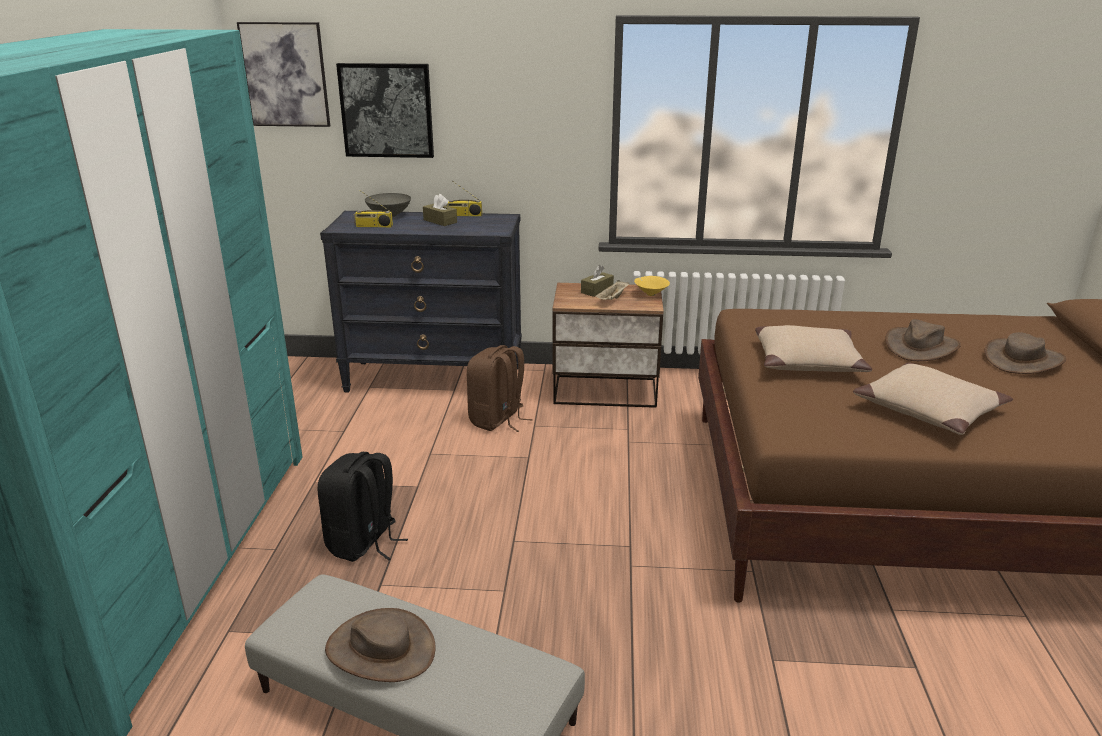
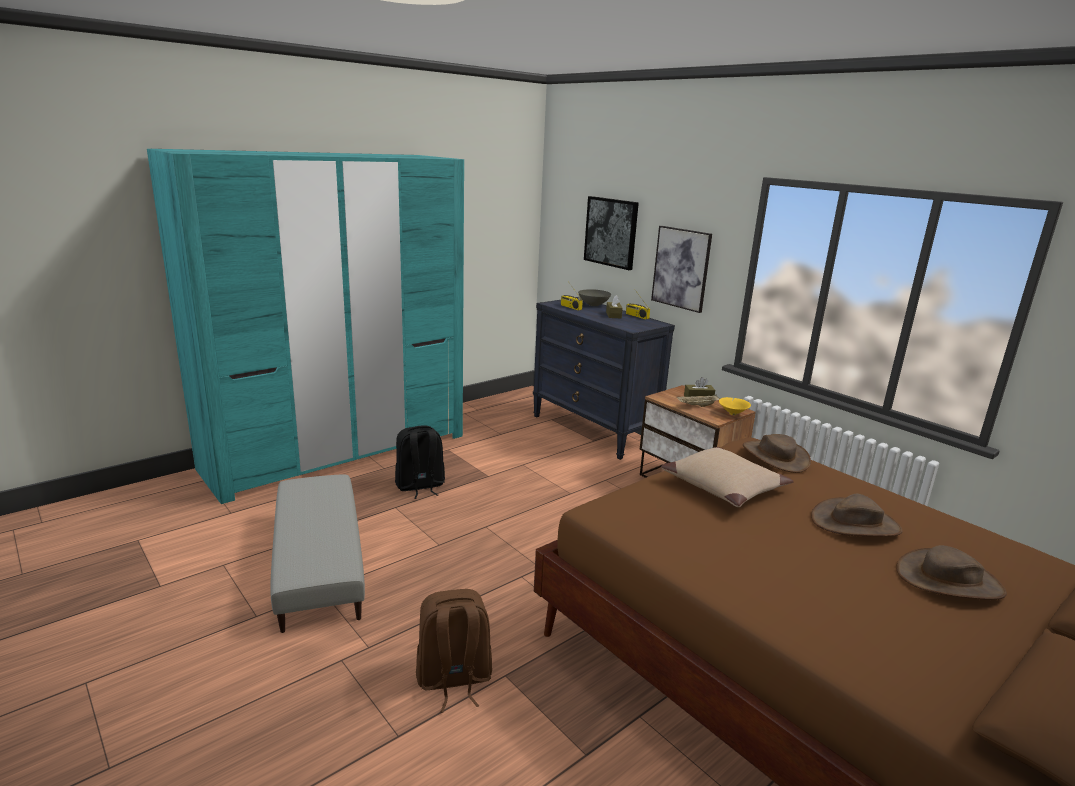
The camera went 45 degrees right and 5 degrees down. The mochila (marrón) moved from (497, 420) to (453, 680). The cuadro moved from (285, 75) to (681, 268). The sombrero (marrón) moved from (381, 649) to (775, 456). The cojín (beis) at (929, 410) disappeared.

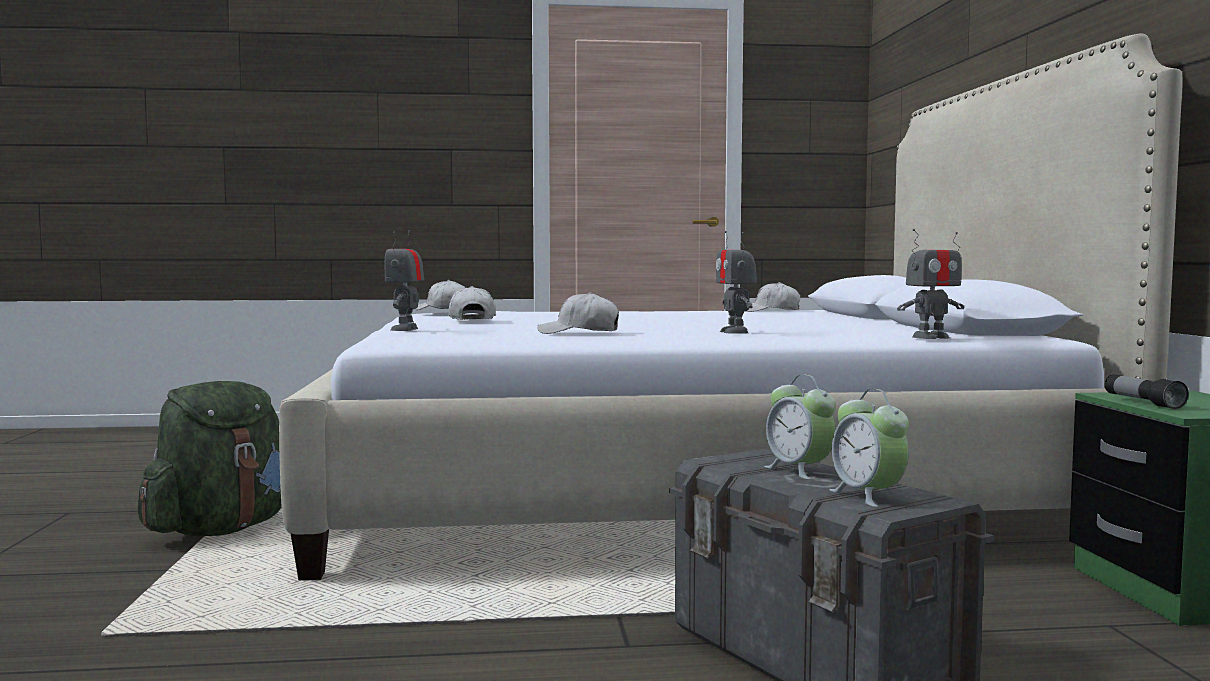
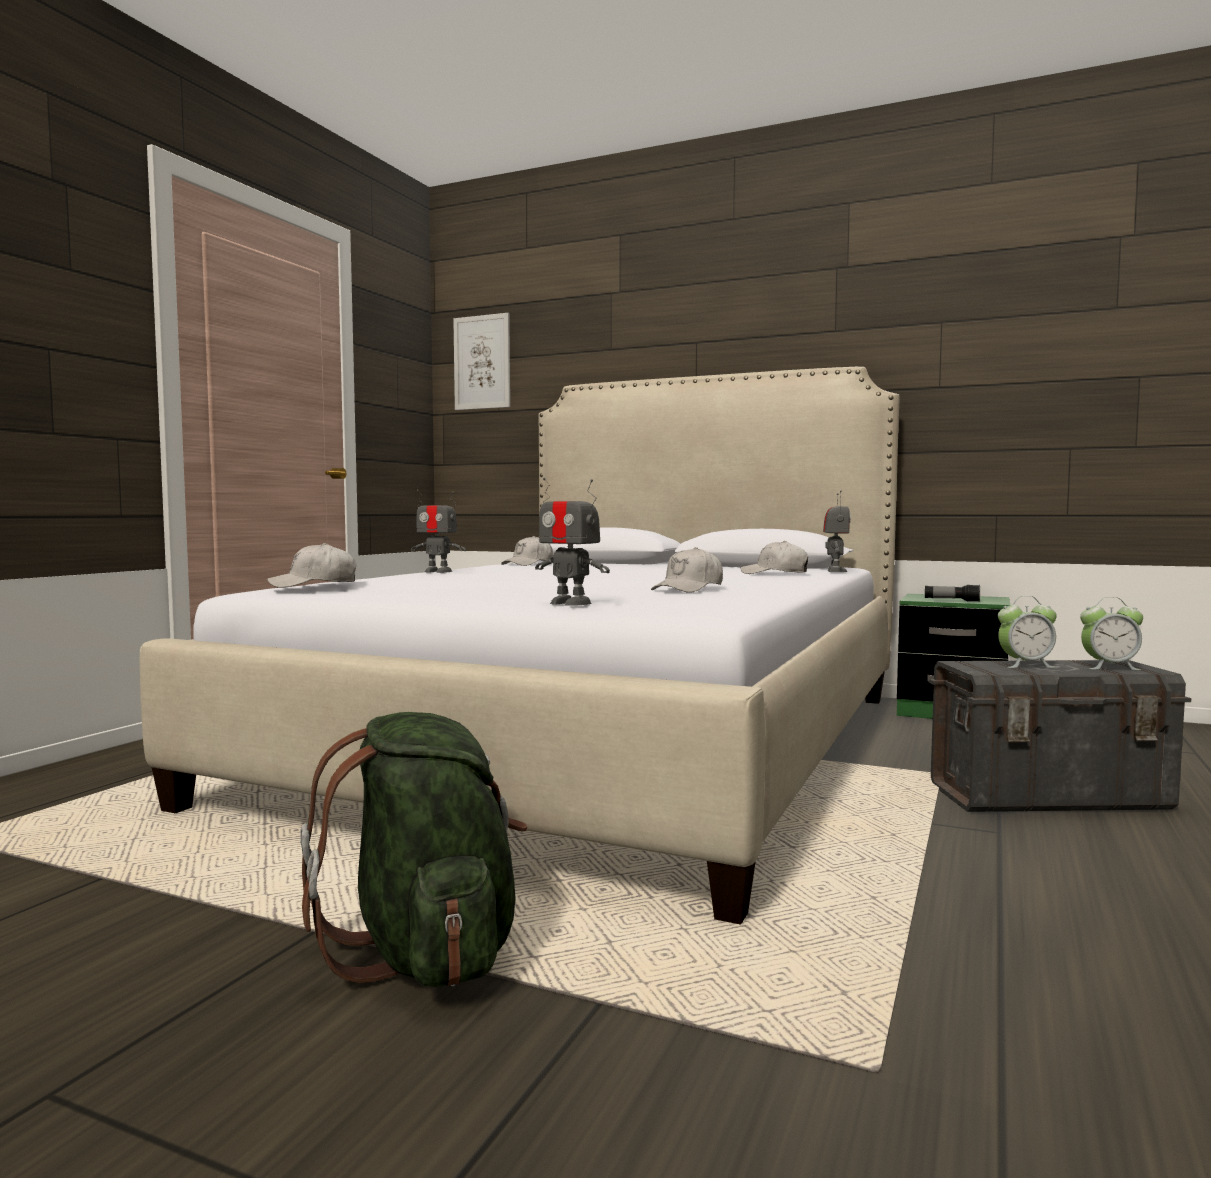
The camera went 60 degrees left and 0 degrees up. The robot de juguete moved from (734, 332) to (437, 571). The cuadro at (482, 362) appeared. The gorra (blanco) moved from (472, 320) to (775, 573).

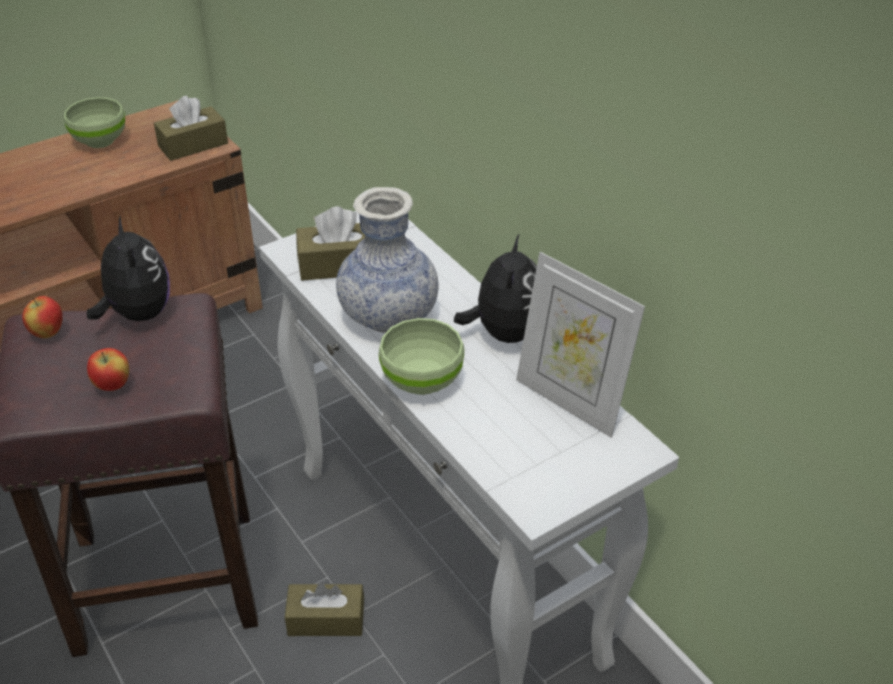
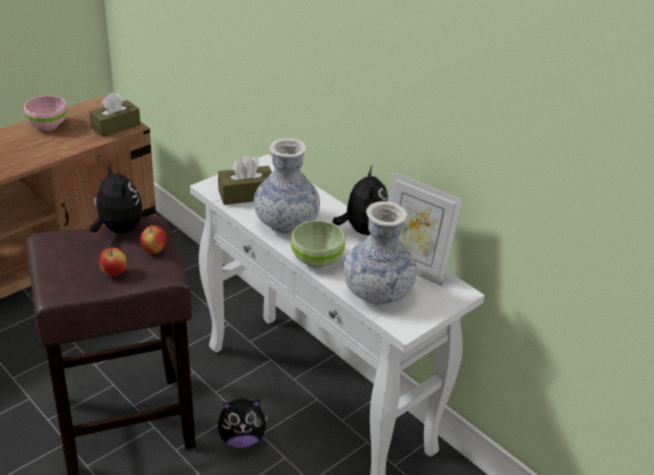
The camera went 10 degrees left and 5 degrees down. The cuenco (verde) at (99, 141) became the cuenco (rosa) at (48, 126). The manzana moved from (48, 333) to (154, 250). The caja de pañuelos (marrón) at (326, 619) was replaced by the peluche at (242, 439). The florero at (377, 292) appeared.

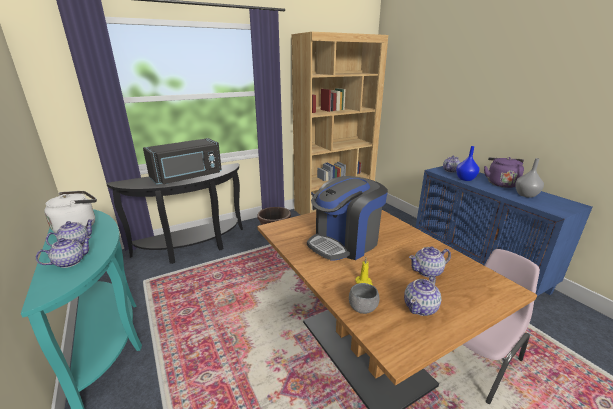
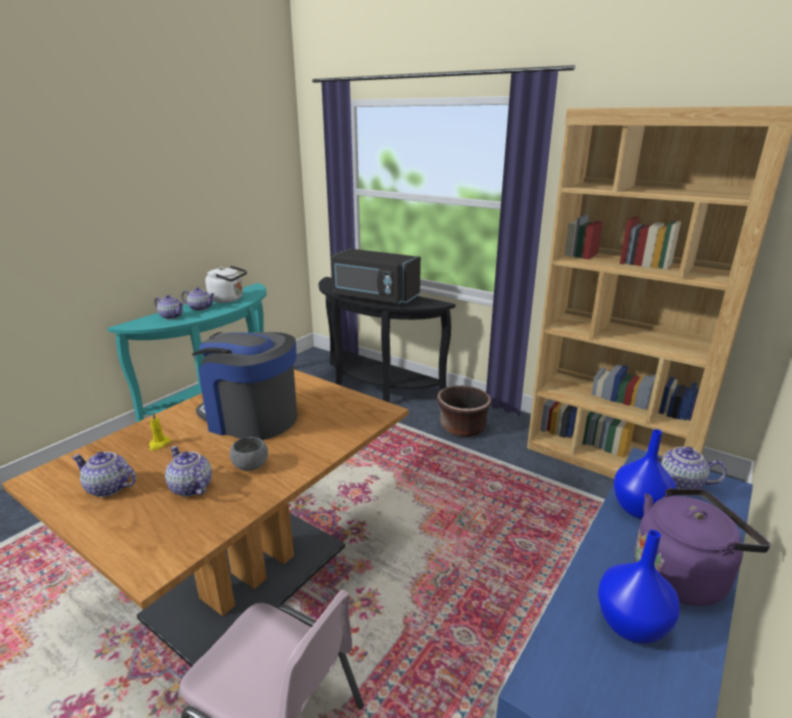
The camera went 65 degrees right and 0 degrees up. The cuenco (gris) moved from (362, 308) to (251, 466). The florero (gris) at (526, 195) became the florero (azul) at (632, 625).

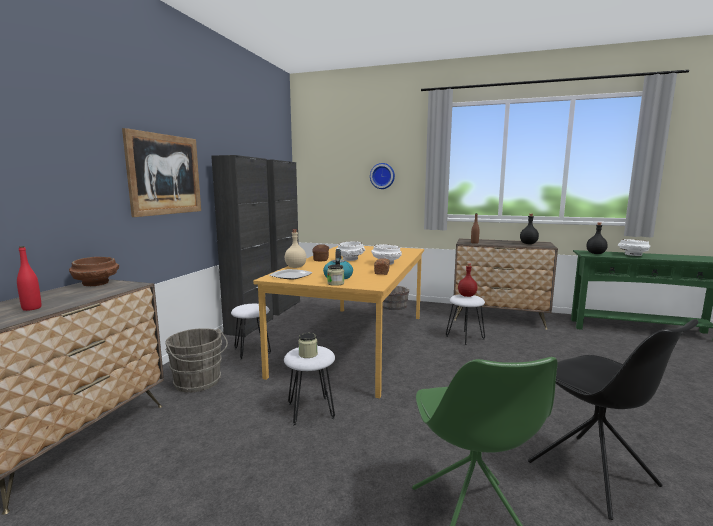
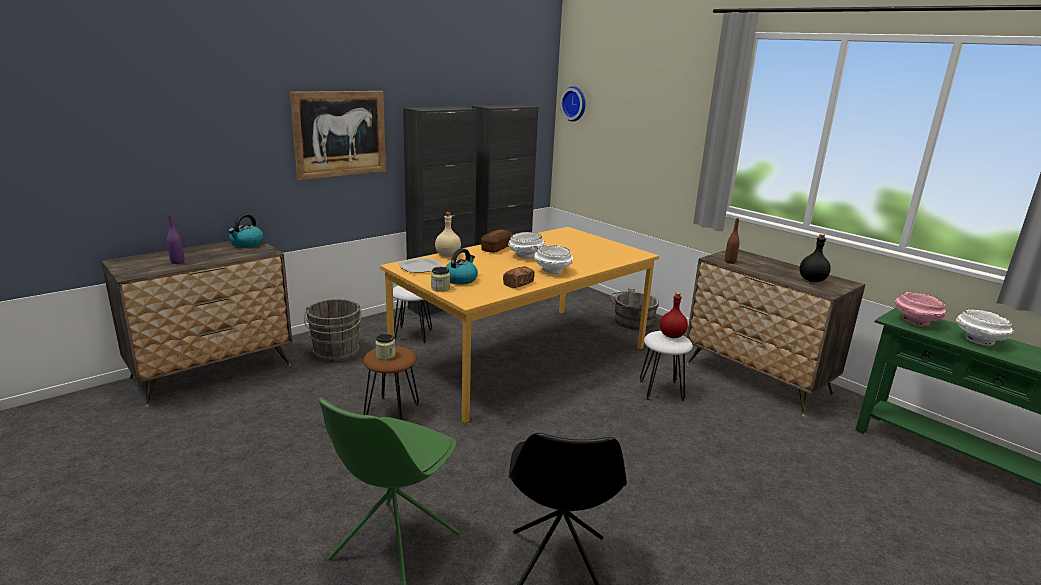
The camera went 30 degrees right and 10 degrees up. The botella (rojo) at (31, 308) became the botella (morado) at (177, 262). The cuenco (marrón) at (96, 283) was replaced by the hervidor at (247, 244). The taburete (blanco) at (310, 411) became the taburete (marrón) at (391, 411). The reloj de pared moved from (382, 176) to (575, 104). The botella (negro) at (595, 253) was replaced by the cuenco (rosa) at (915, 321).

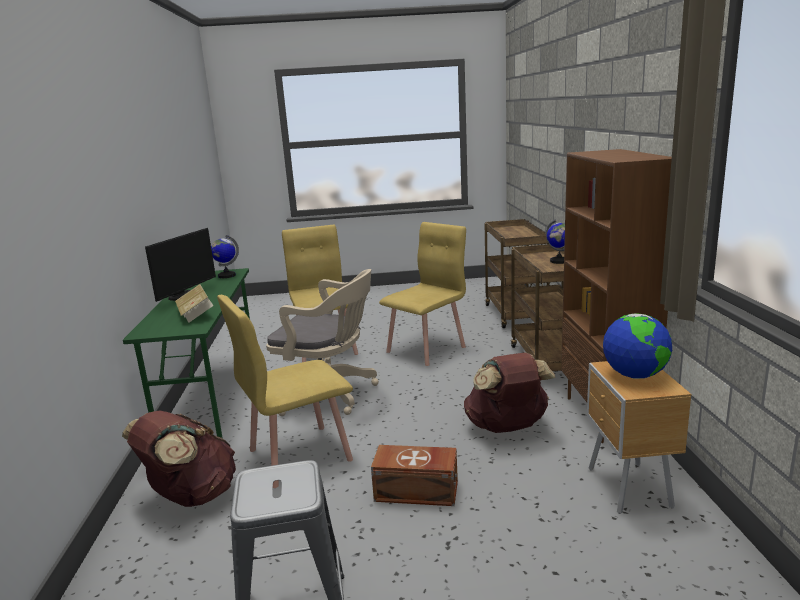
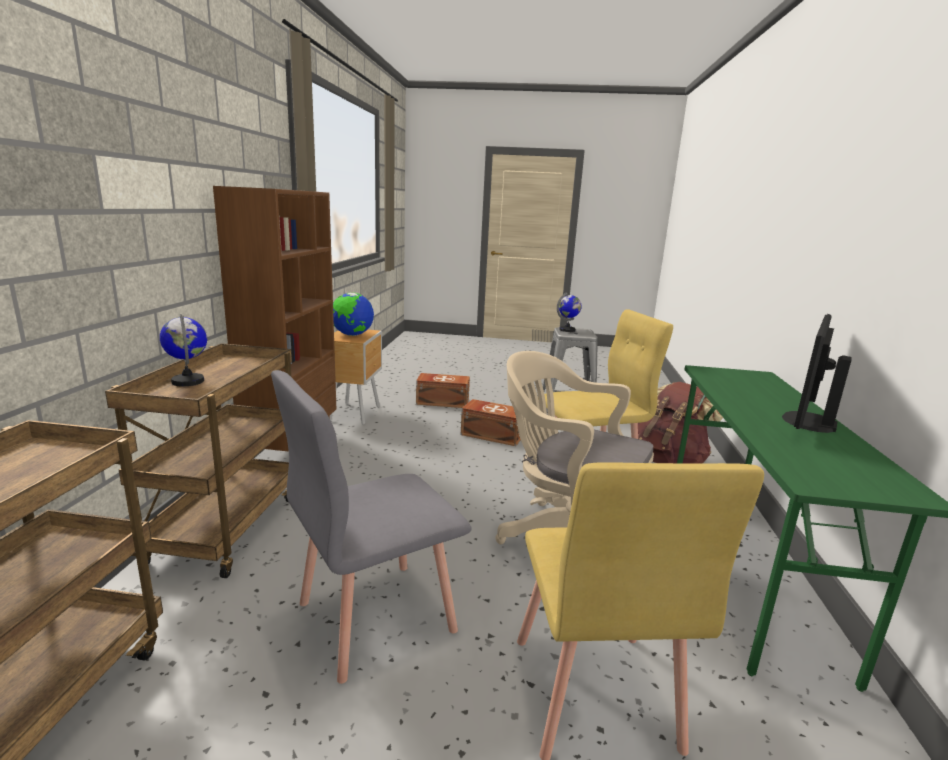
The camera went 170 degrees left and 0 degrees up. The silla (amarillo) at (427, 349) became the silla (gris) at (374, 616). The caja de almacenaje (marrón) at (442, 401) appeared. The globo terráqueo moved from (226, 276) to (567, 330). The libro at (195, 314) disappeared. The mochila (marrón) at (507, 428) disappeared.

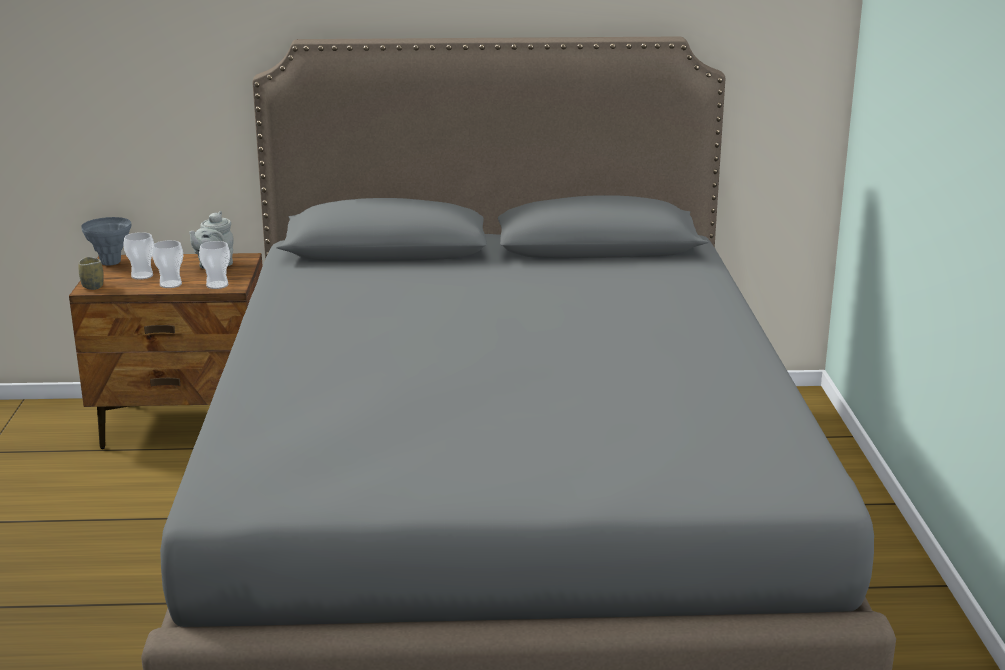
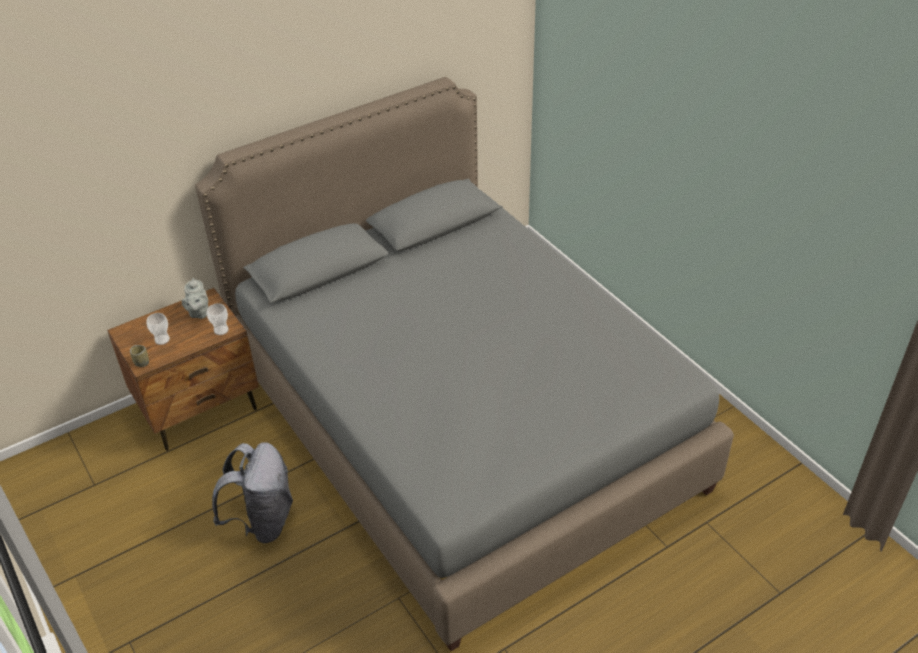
The camera went 30 degrees left and 20 degrees up. The mochila (gris) at (263, 521) appeared. The florero (gris) at (110, 263) disappeared. The taza at (170, 284) disappeared.

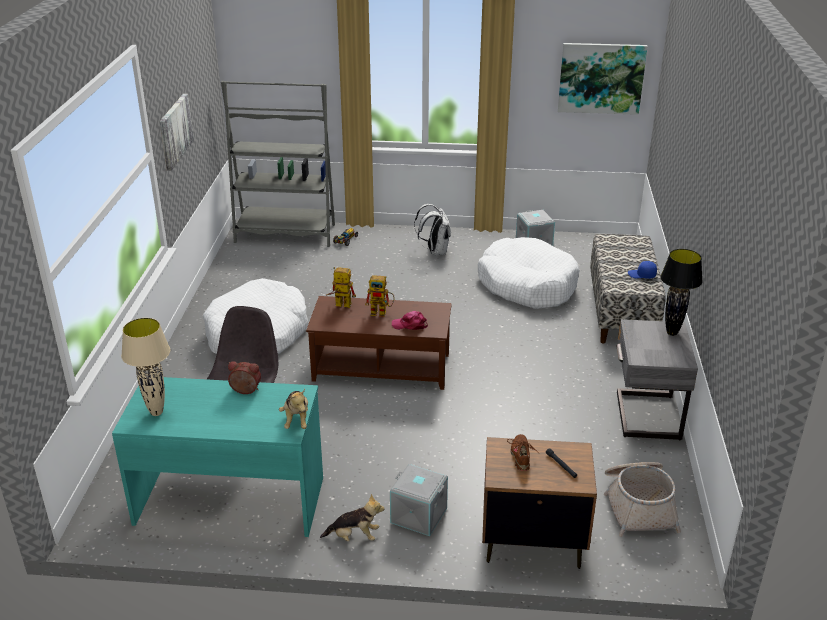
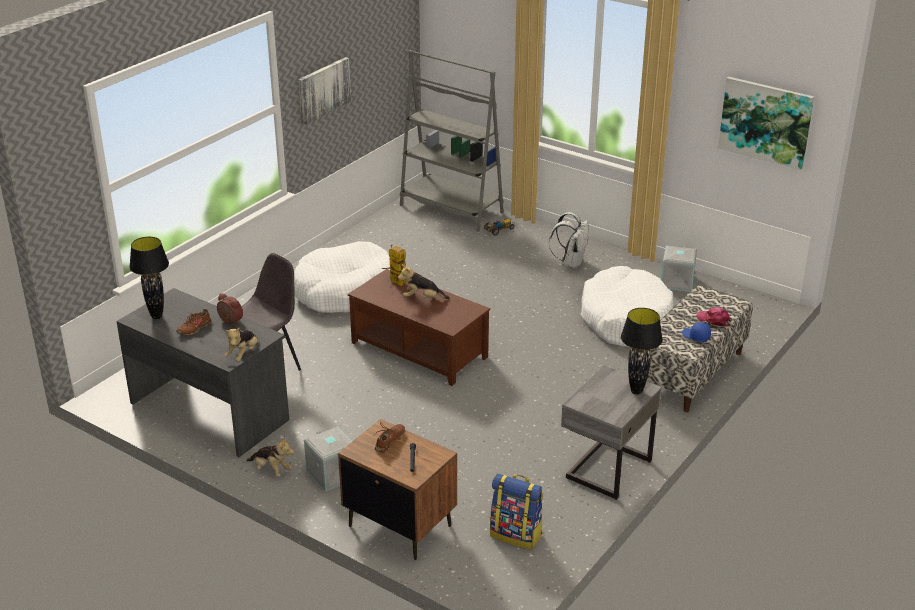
The camera went 30 degrees right and 0 degrees up. The escritorio (turquesa) at (230, 499) became the escritorio (gris) at (210, 410). The lámpara de mesa (beis) at (156, 412) became the lámpara de mesa (negro) at (157, 316). The zapato (marrón) at (194, 328) appeared. The robot de juguete at (382, 312) was replaced by the peluche at (422, 298). The cesta at (638, 505) was replaced by the mochila at (516, 534). The gorra (rosa) moved from (410, 325) to (714, 320).

